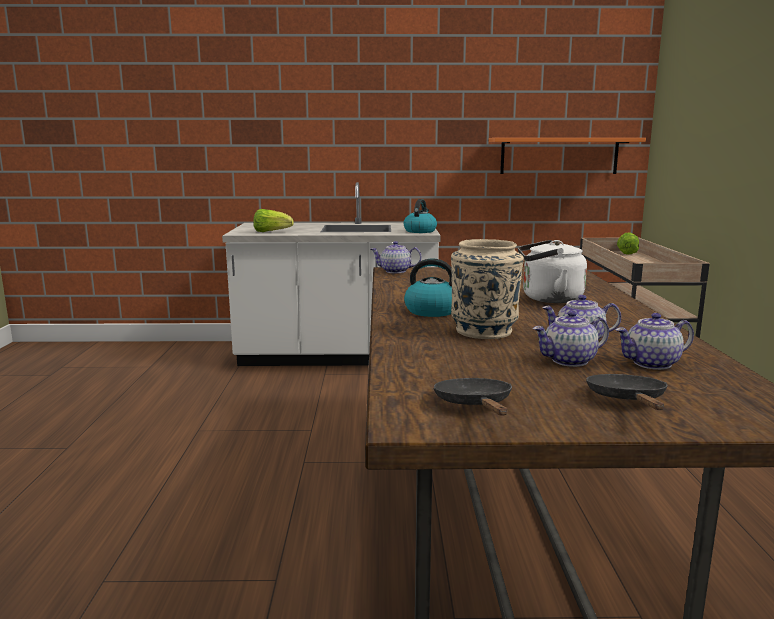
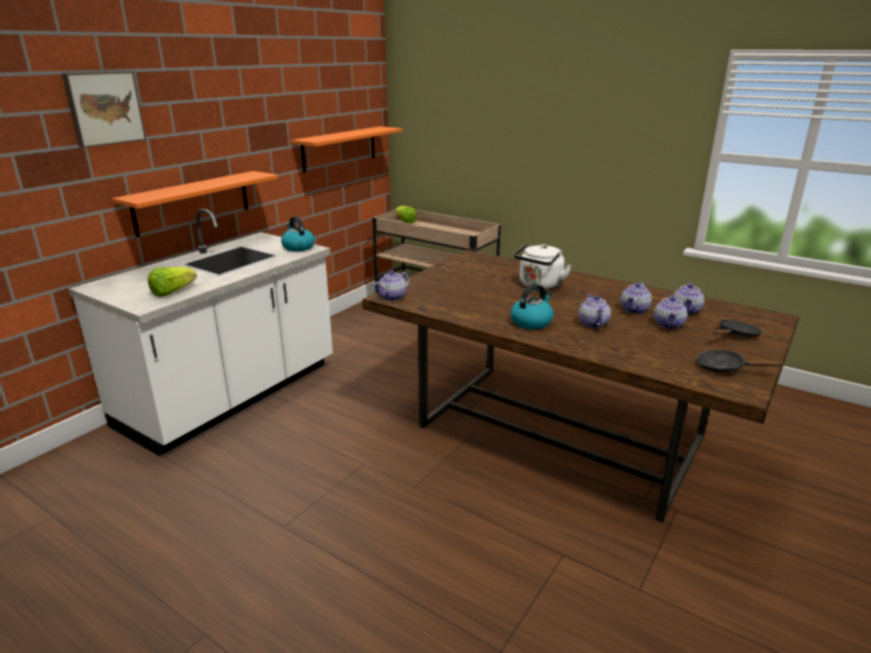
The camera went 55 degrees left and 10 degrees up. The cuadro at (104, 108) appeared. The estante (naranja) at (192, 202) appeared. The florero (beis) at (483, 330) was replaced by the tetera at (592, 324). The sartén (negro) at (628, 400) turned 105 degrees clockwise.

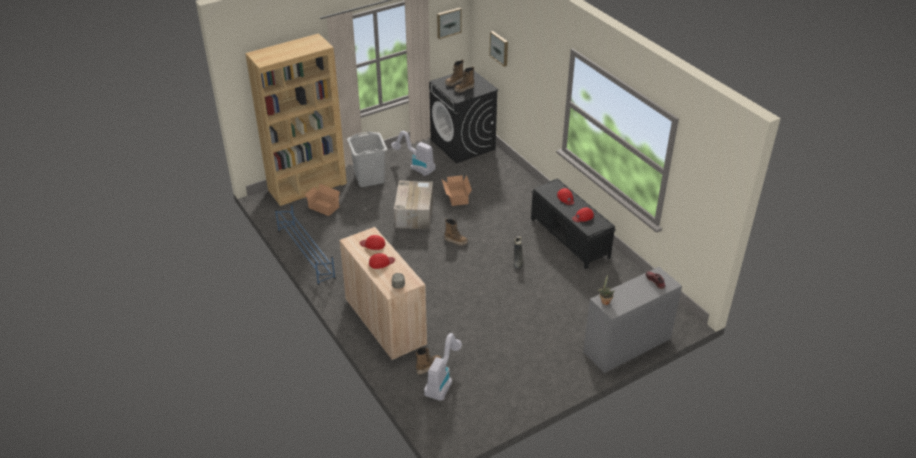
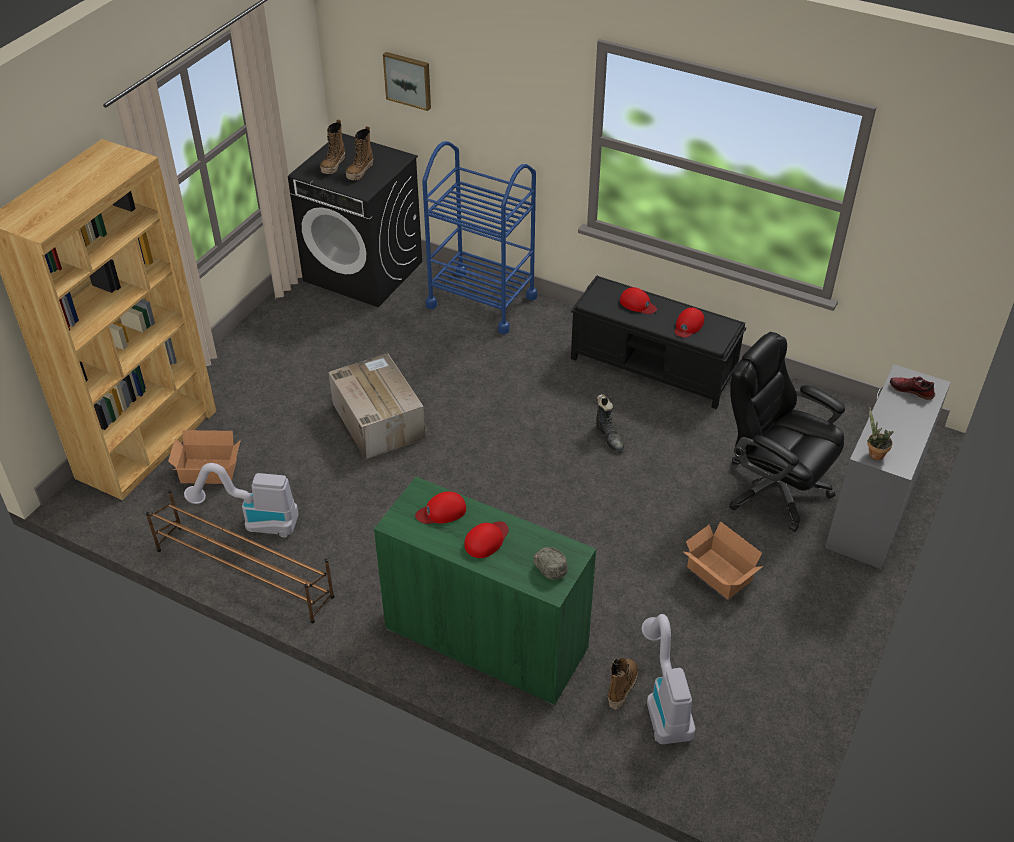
The camera went 30 degrees left and 5 degrees up. The zapatero (azul) at (306, 253) became the zapatero (marrón) at (243, 572). The aspiradora moved from (415, 166) to (253, 522). The armario (beis) at (385, 322) became the armario (verde) at (486, 639). The carrito (azul) at (481, 301) appeared. The caja de cartón moved from (456, 198) to (718, 576). The silla de oficina (negro) at (773, 488) appeared. The cesto de la ropa (gris) at (369, 178) disappeared. The cuadro at (448, 22) disappeared. The bota at (456, 241) disappeared.

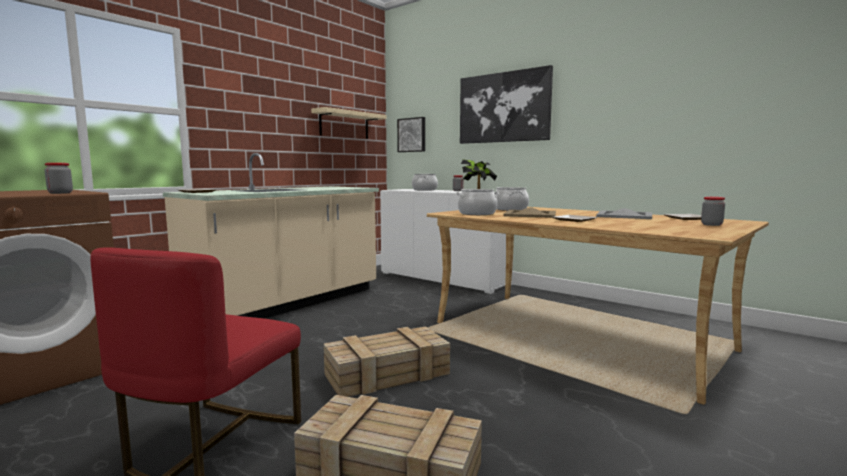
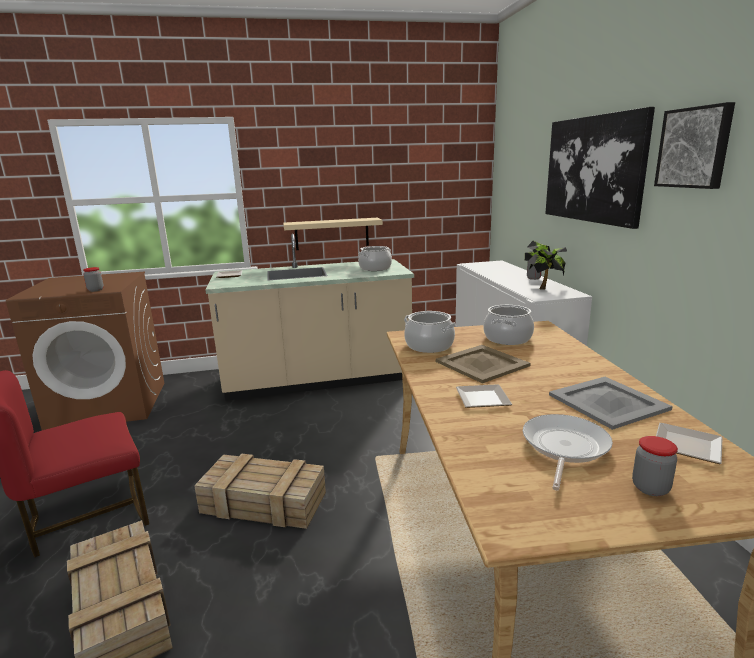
The camera went 40 degrees right and 10 degrees up. The estante (beis) moved from (344, 125) to (332, 234). The olla moved from (424, 190) to (375, 268). The sartén at (564, 447) appeared. The cuadro moved from (412, 135) to (694, 147).

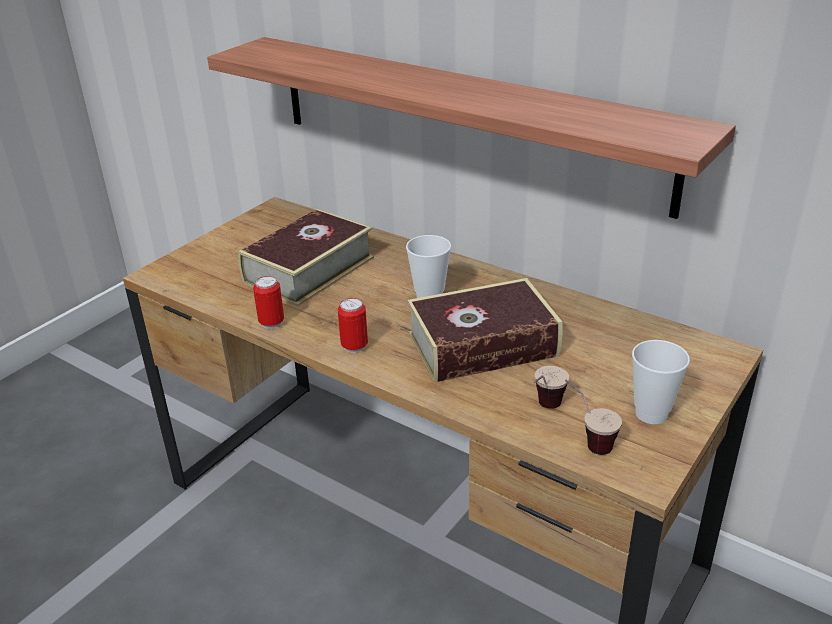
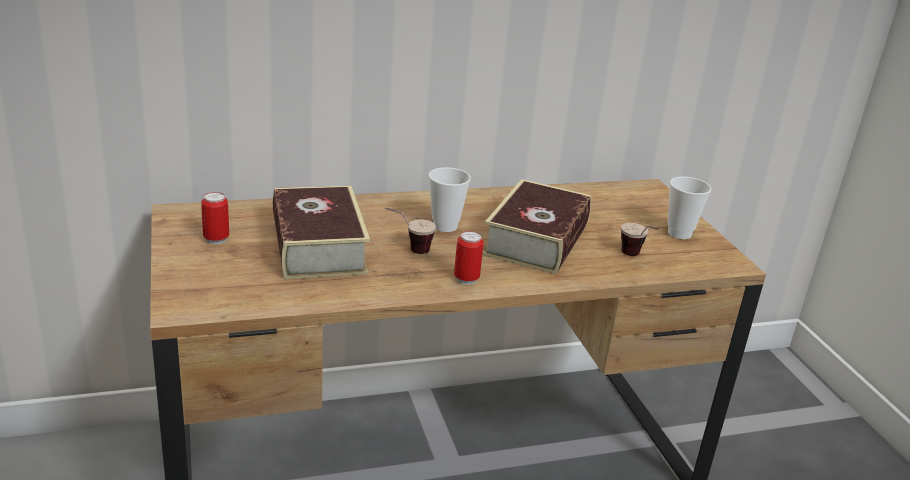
The camera went 55 degrees left and 5 degrees down. The lata moved from (271, 323) to (216, 239). The taza moved from (587, 440) to (408, 250). The estante at (462, 120) disappeared.

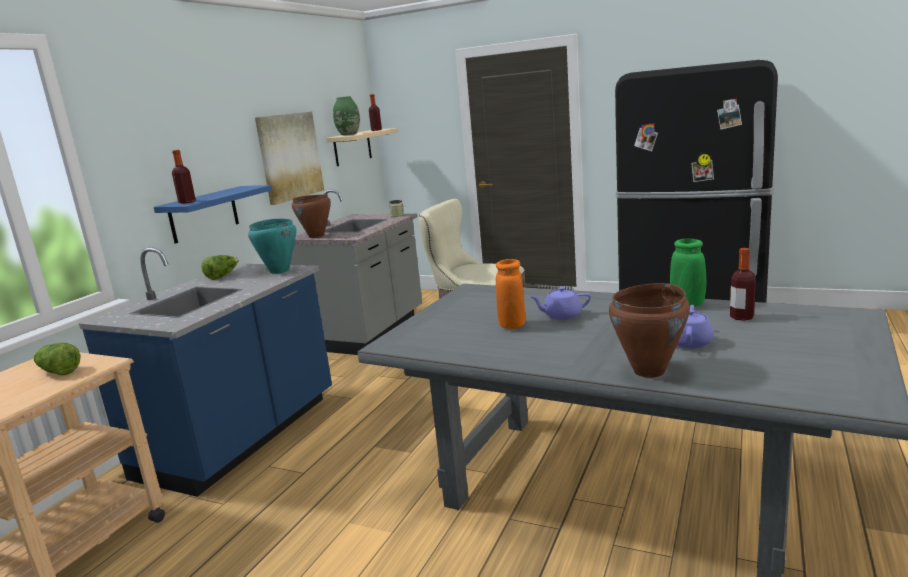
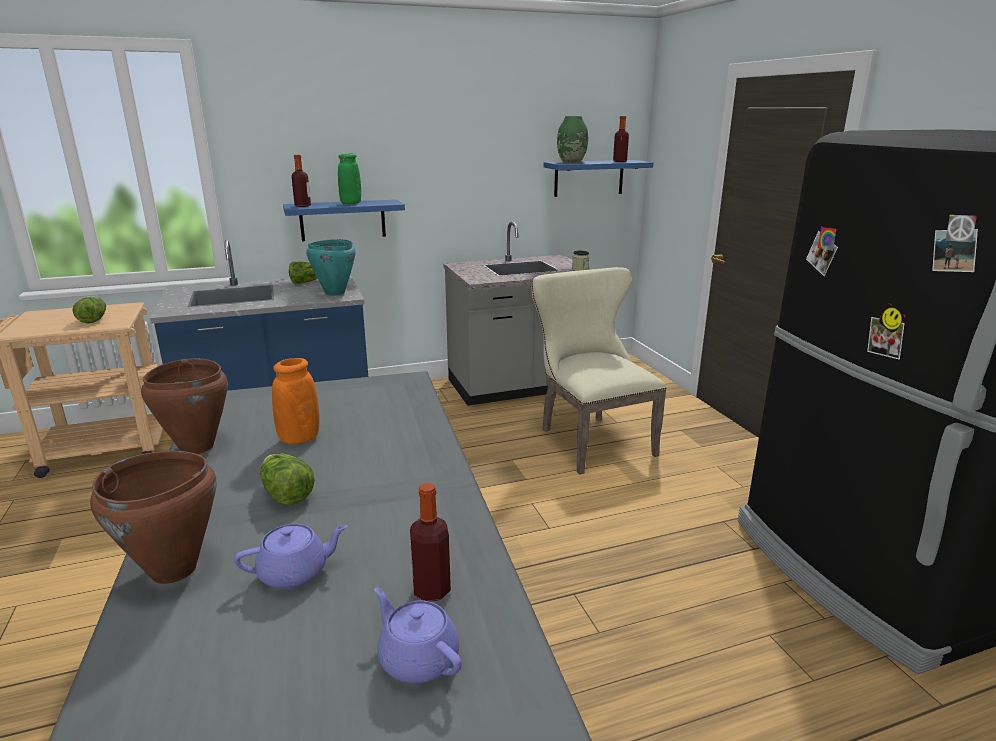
The camera went 45 degrees right and 5 degrees up. The olla (marrón) moved from (316, 236) to (196, 447). The lechuga at (286, 493) appeared. The florero (verde) moved from (687, 304) to (351, 203). The tetera (morado) moved from (561, 315) to (417, 658). The estante (beis) at (352, 147) became the estante (azul) at (589, 178). The cuadro at (289, 156) disappeared.

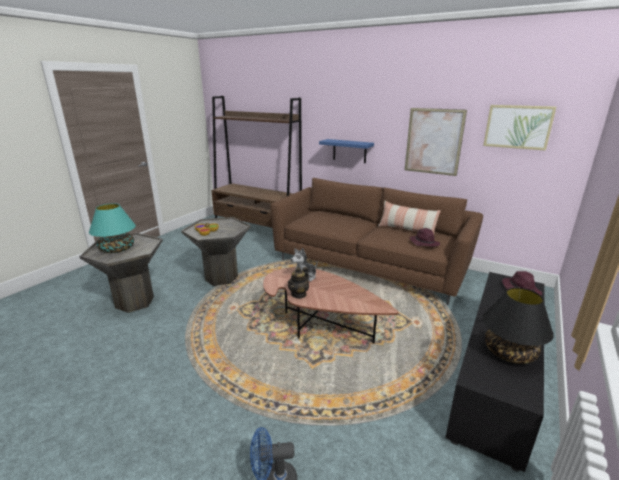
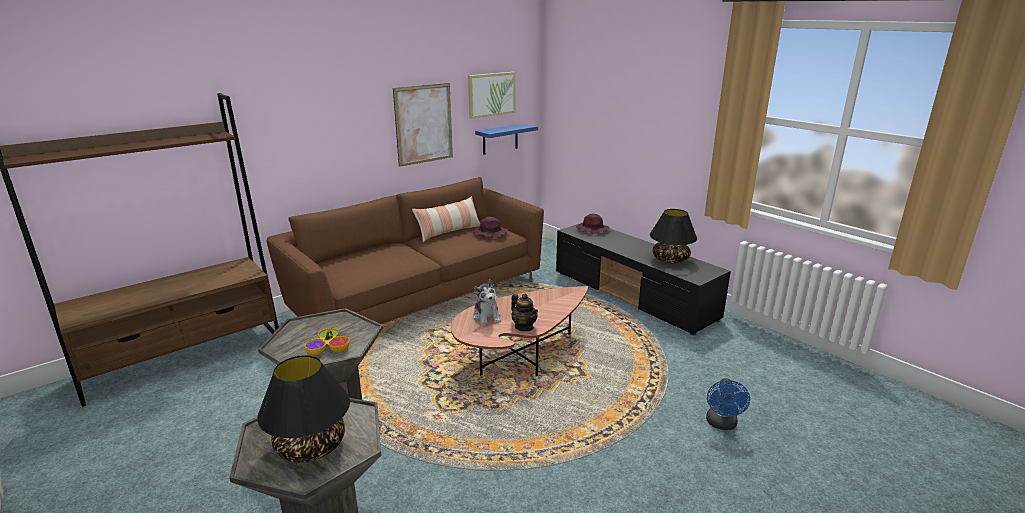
The camera went 70 degrees left and 0 degrees up. The lámpara de mesa (turquesa) at (117, 249) became the lámpara de mesa (negro) at (310, 446). The estante (azul) moved from (349, 151) to (500, 139).

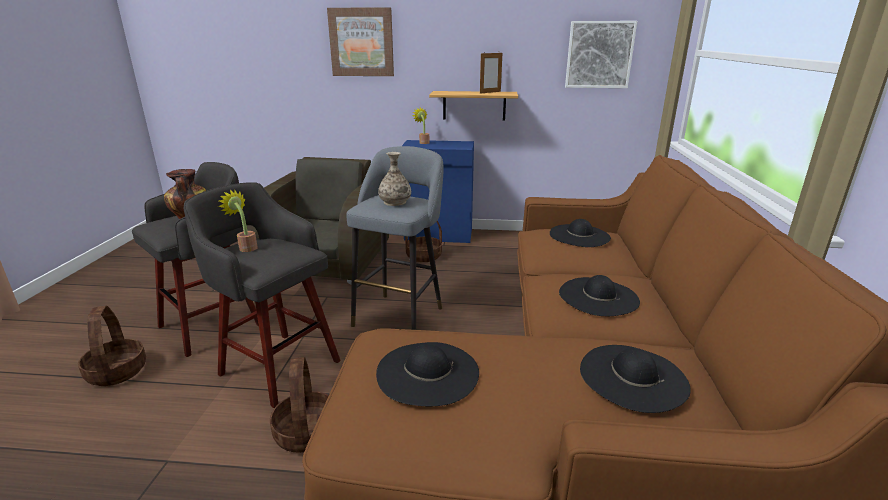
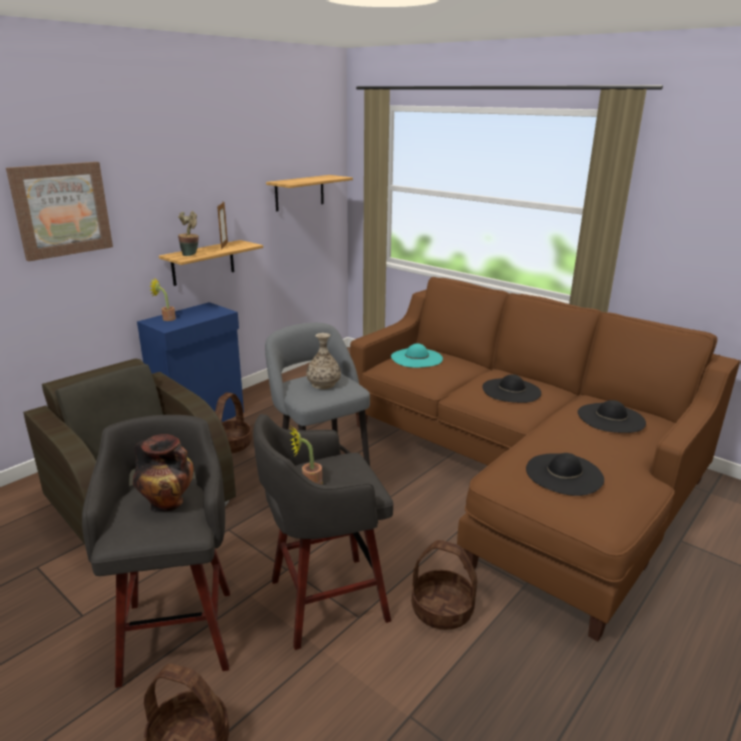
The camera went 55 degrees left and 0 degrees up. The planta en maceta at (191, 254) appeared. The cuadro at (599, 55) was replaced by the estante at (299, 192). The sombrero (negro) at (579, 235) became the sombrero (turquesa) at (416, 358).

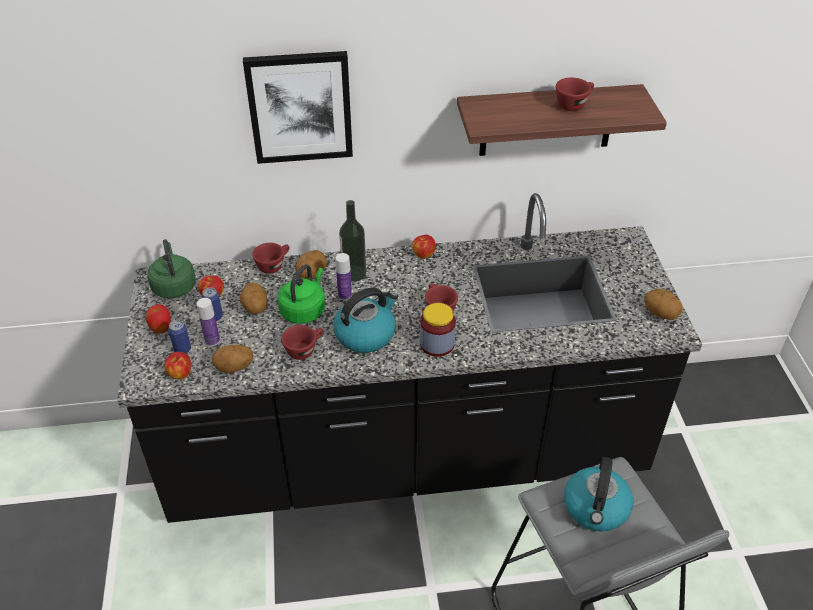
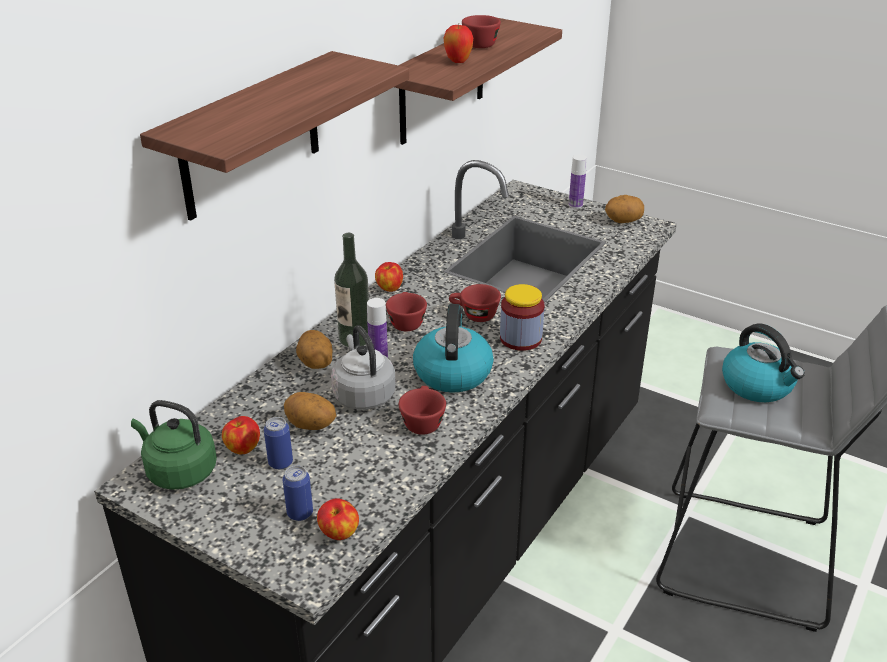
The camera went 50 degrees left and 10 degrees down. The cuadro at (300, 107) was replaced by the estante at (251, 136). The hervidor (verde) at (304, 310) became the hervidor (gris) at (363, 394). The taza (rojo) moved from (273, 265) to (405, 321). The manzana moved from (161, 330) to (458, 62). The botella moved from (212, 340) to (575, 205). The patata at (234, 368) disappeared.

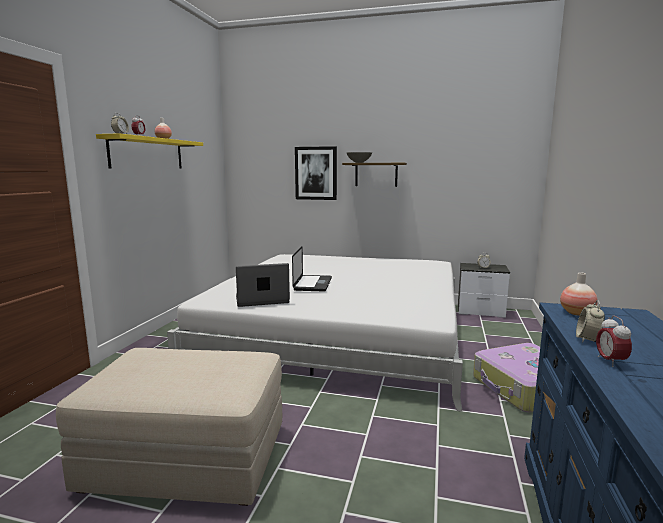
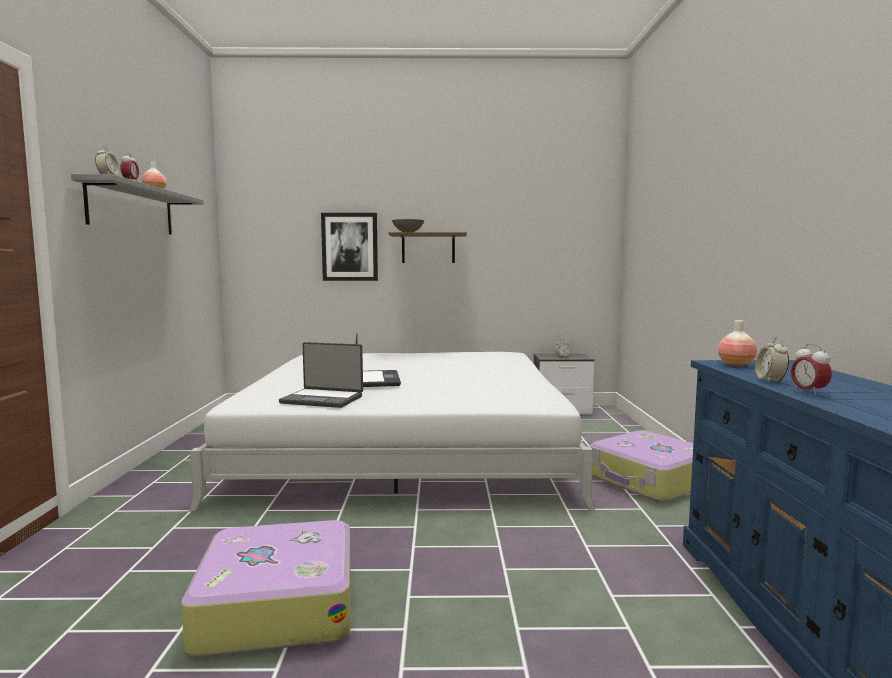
The camera went 15 degrees left and 5 degrees down. The estante (amarillo) at (147, 153) became the estante (gris) at (132, 209). The puf (beis) at (186, 458) was replaced by the maleta at (276, 604). The portátil at (262, 300) turned 135 degrees counterclockwise.

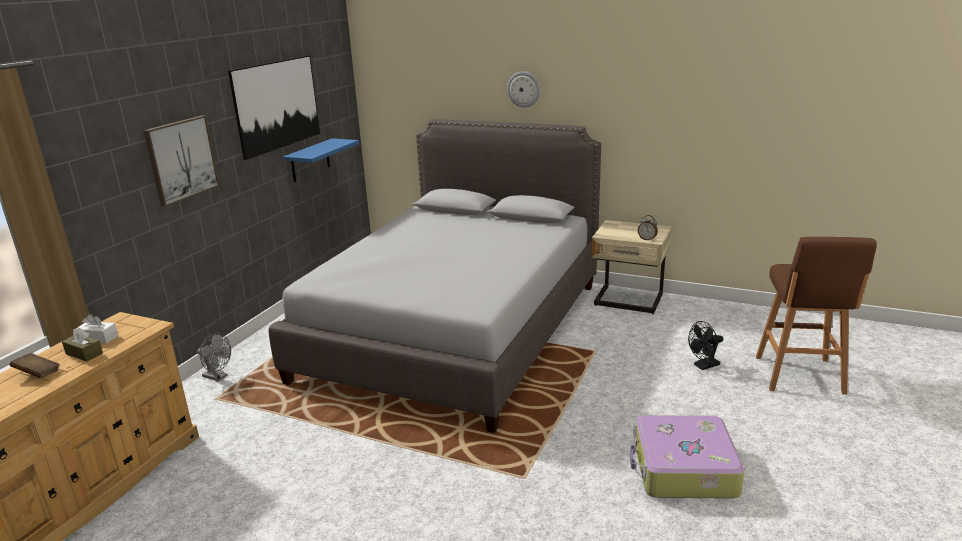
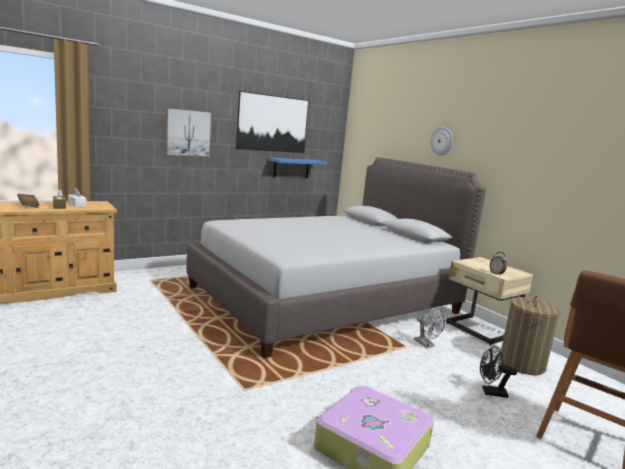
The camera went 30 degrees right and 10 degrees down. The ventilador (gris) moved from (218, 377) to (426, 344). The cesto de la ropa at (521, 364) appeared.

